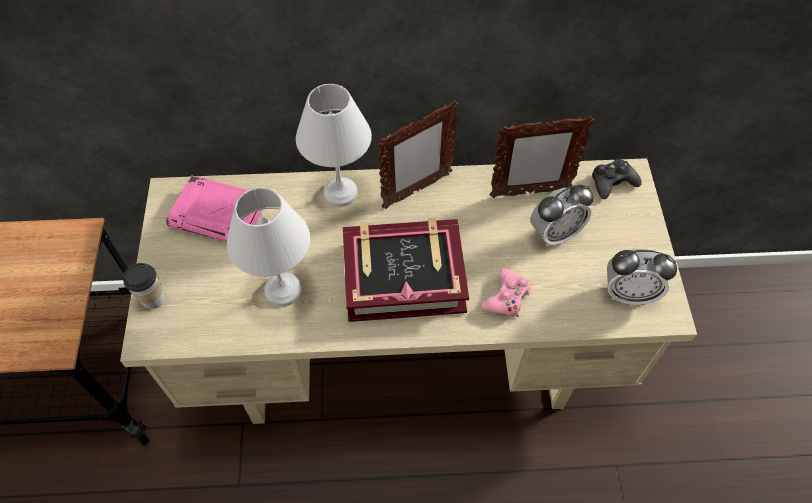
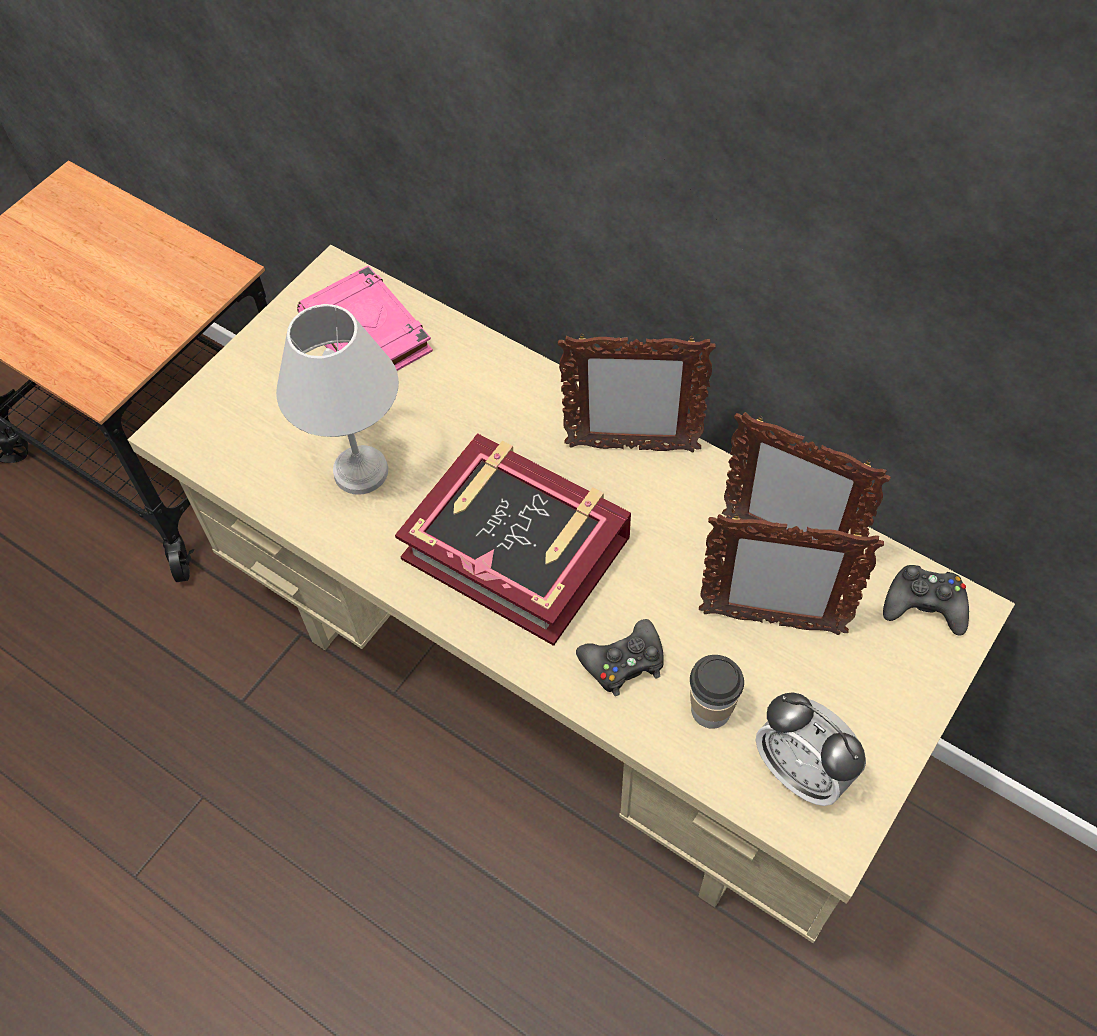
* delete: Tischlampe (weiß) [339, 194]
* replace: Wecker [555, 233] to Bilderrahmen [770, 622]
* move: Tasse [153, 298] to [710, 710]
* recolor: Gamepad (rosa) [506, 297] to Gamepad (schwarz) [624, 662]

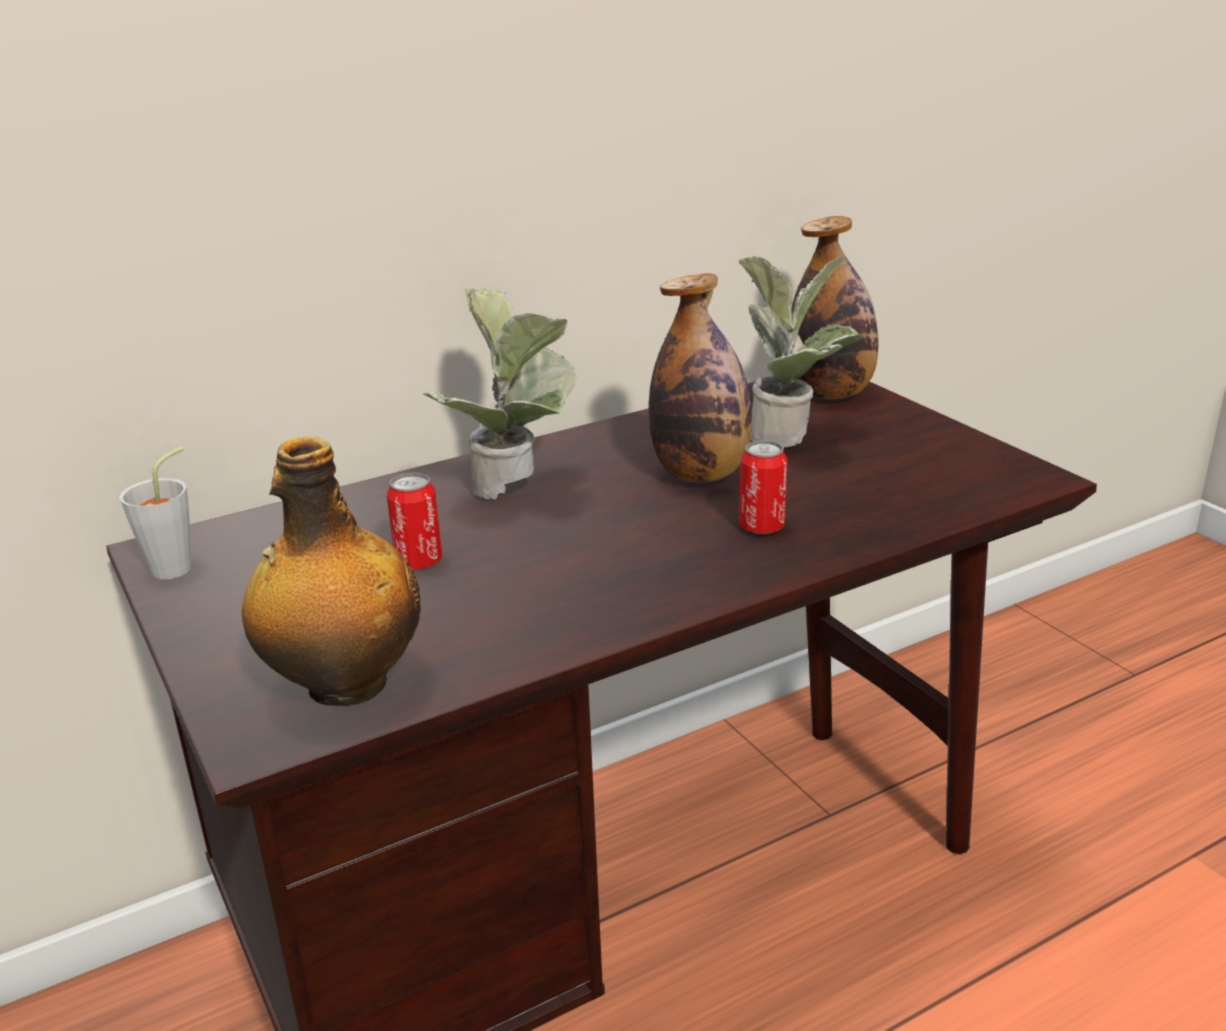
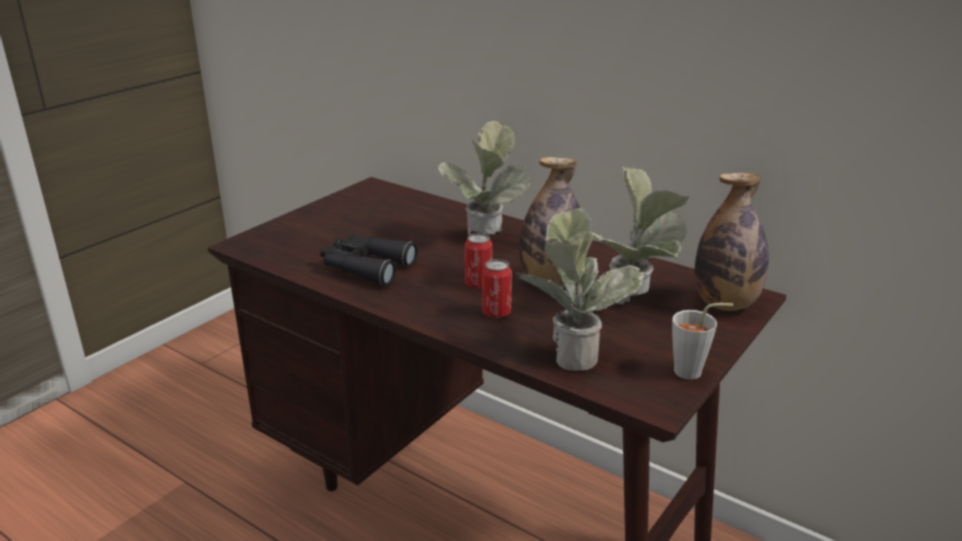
* delete: Flasche [344, 686]
* move: Tasse (grau) [178, 565] to [694, 372]
* move: Dose [419, 562] to [478, 284]
* insert: Topfpflanze [572, 352]
* insert: Fernglas (schwarz) [365, 267]

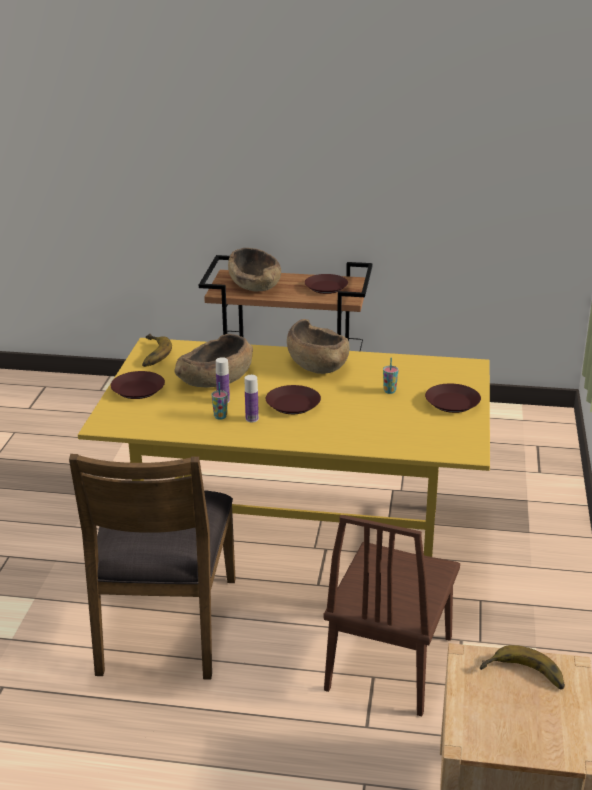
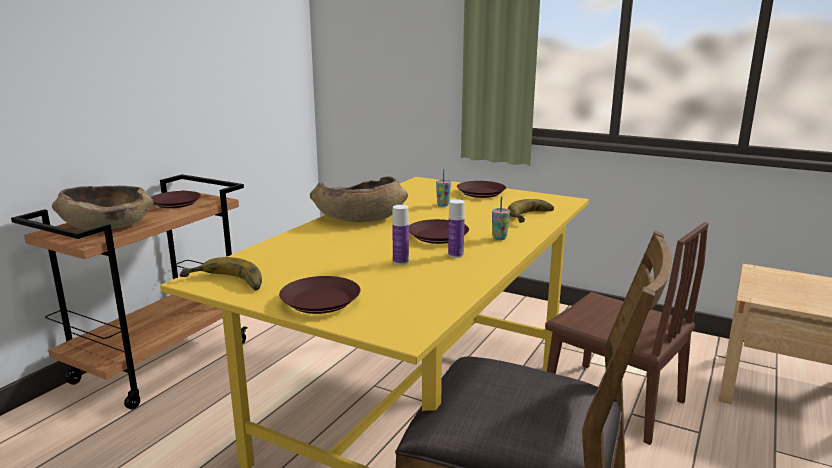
* delete: Schüssel (braun) [215, 379]
* move: Tasse [220, 417] to [499, 238]
* move: Banane [523, 677] to [534, 216]

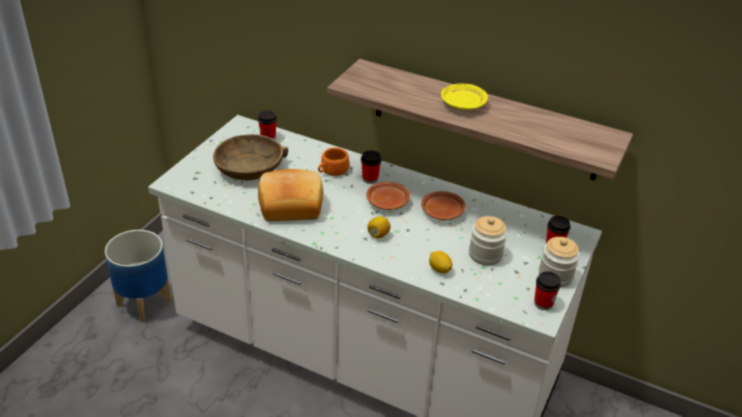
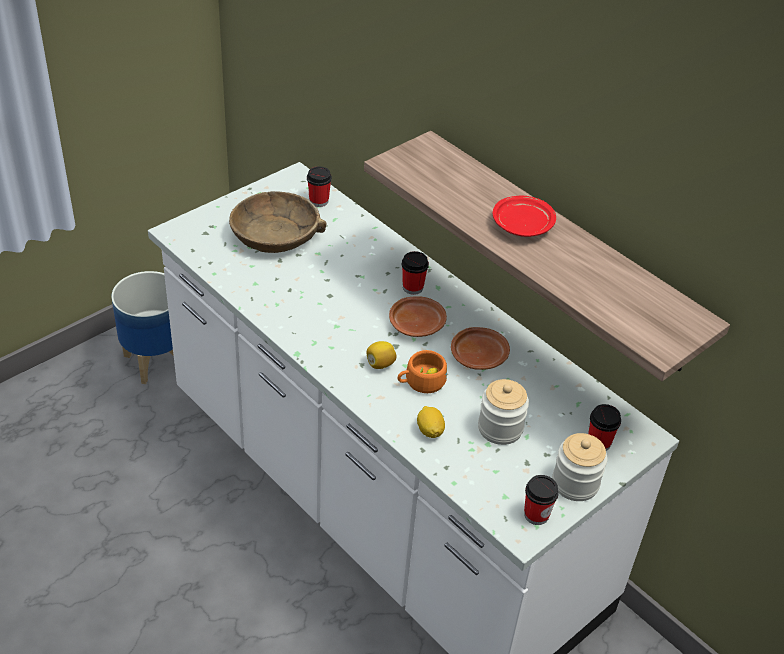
* recolor: Teller (gelb) [463, 104] to Teller (rot) [522, 225]
* move: Tasse (orange) [332, 170] to [420, 382]
* delete: Brot [291, 205]

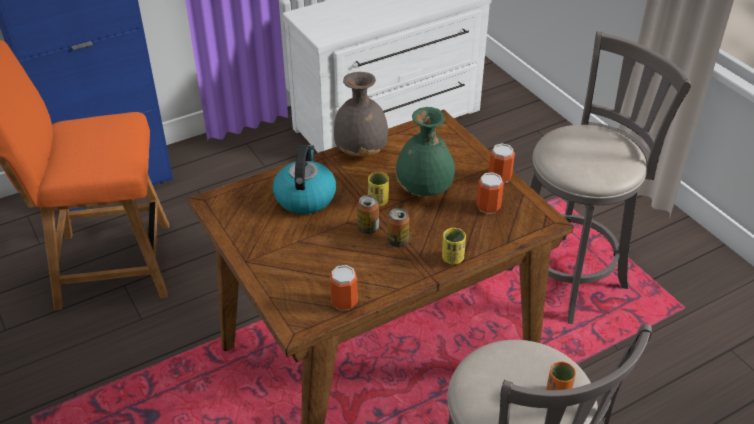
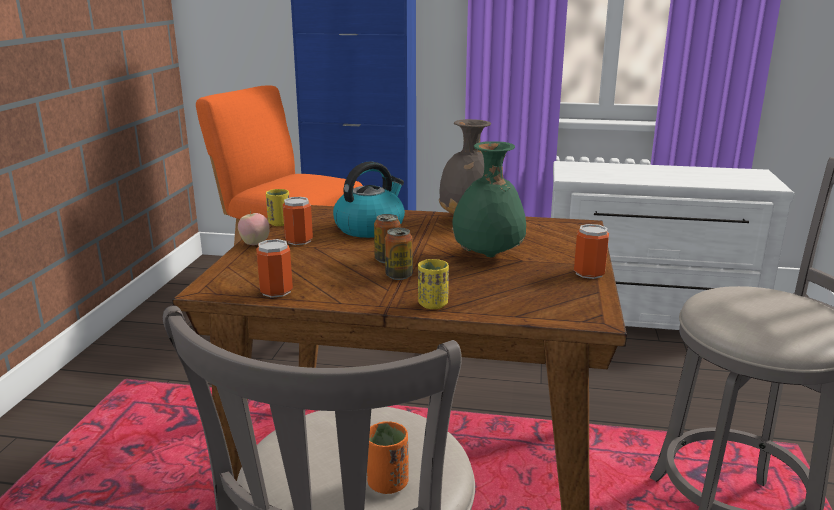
* move: Tasse (gelb) [378, 201] to [279, 223]
* move: Dose [488, 207] to [299, 240]
* insert: Apfel [255, 244]

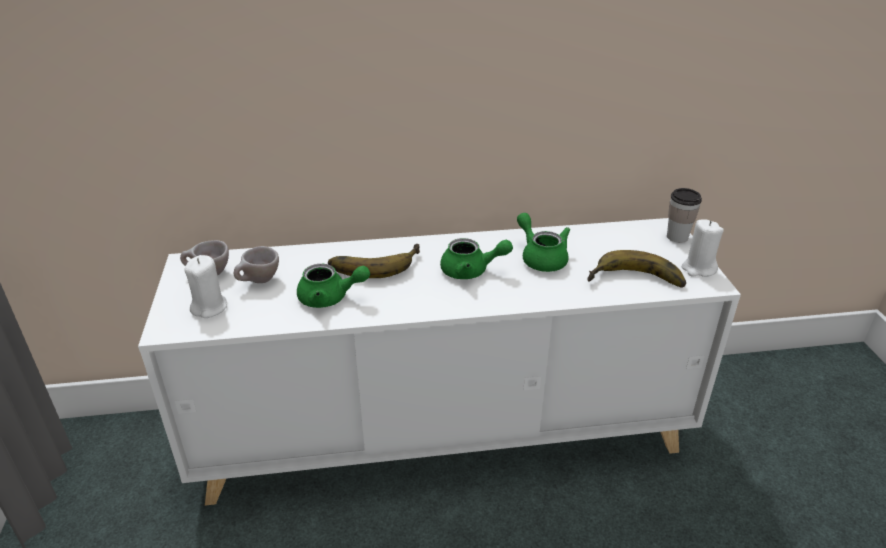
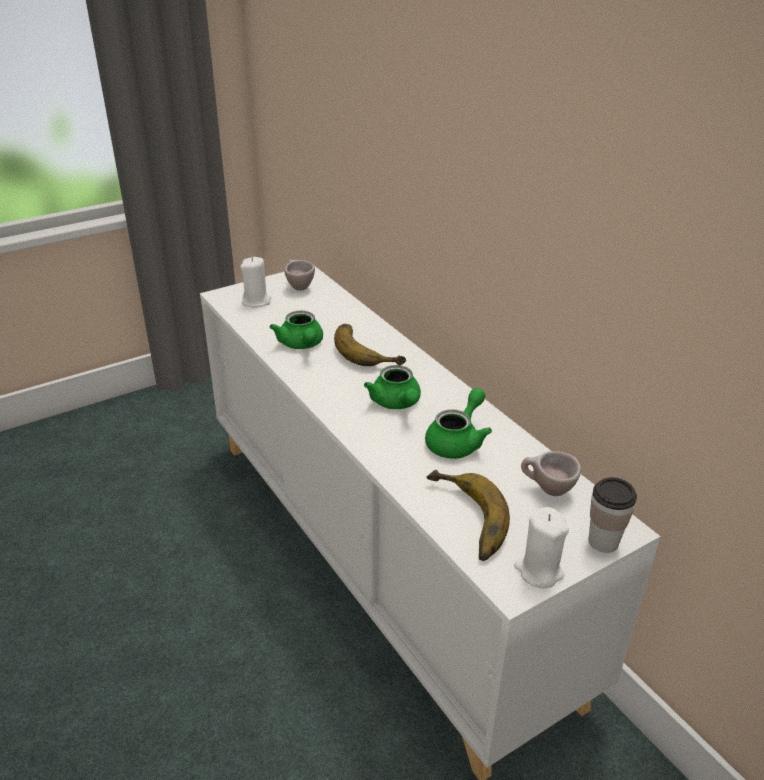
* move: Tasse (beige) [258, 282] to [546, 490]

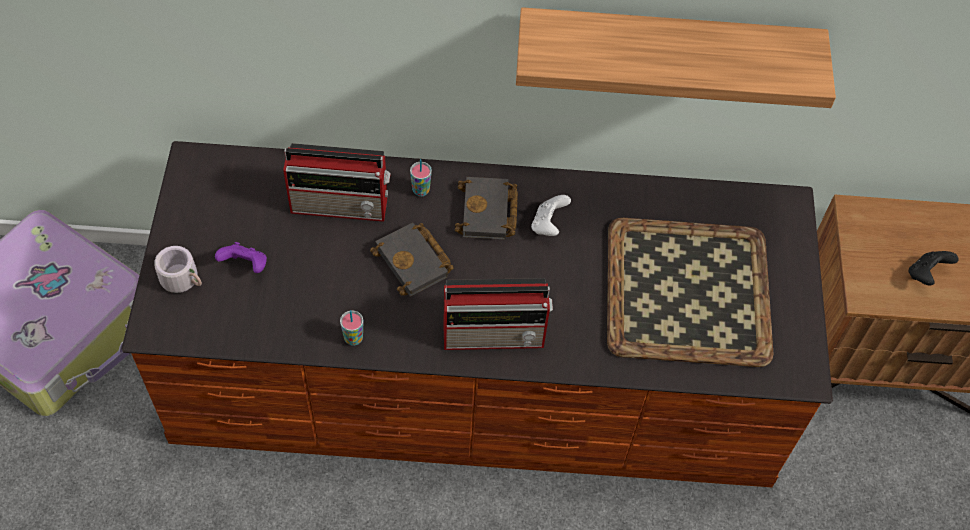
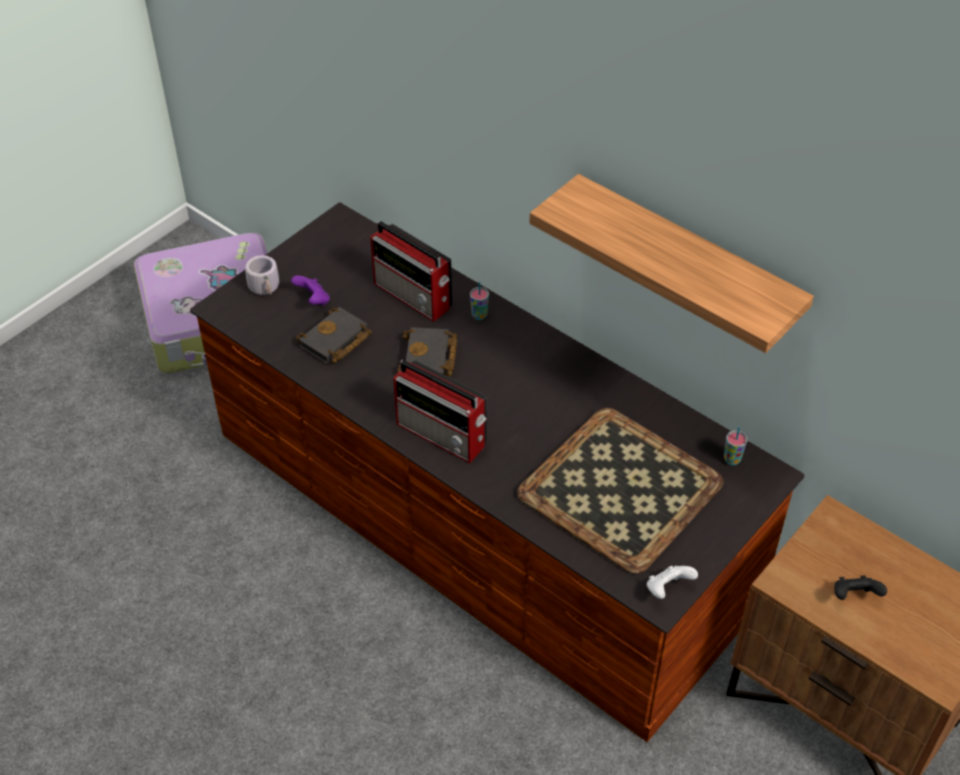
* move: Buch (schwarz) [488, 213] to [335, 342]
* move: Gamepad (weiß) [548, 224] to [667, 589]
* move: Tasse [353, 338] to [732, 460]

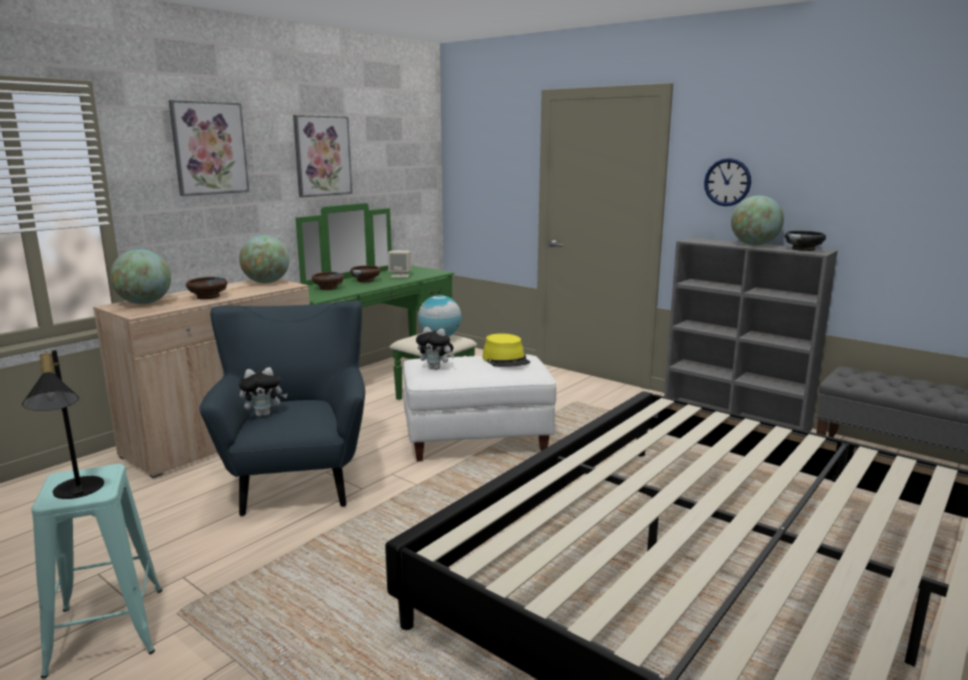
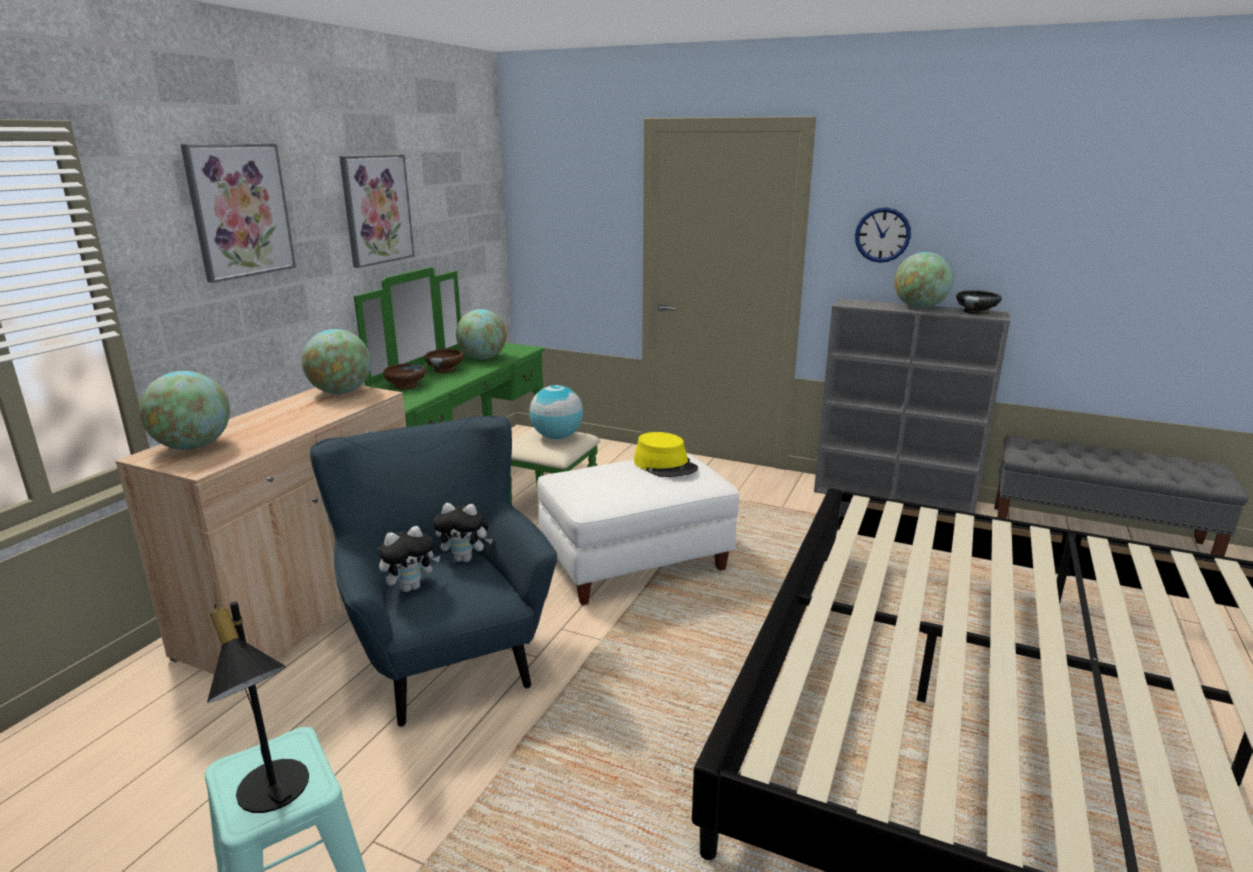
* replace: Lautsprecher (beige) [400, 276] to Globus [483, 358]
* delete: Schüssel (braun) [208, 297]
* move: Plüschtier [436, 368] to [465, 559]

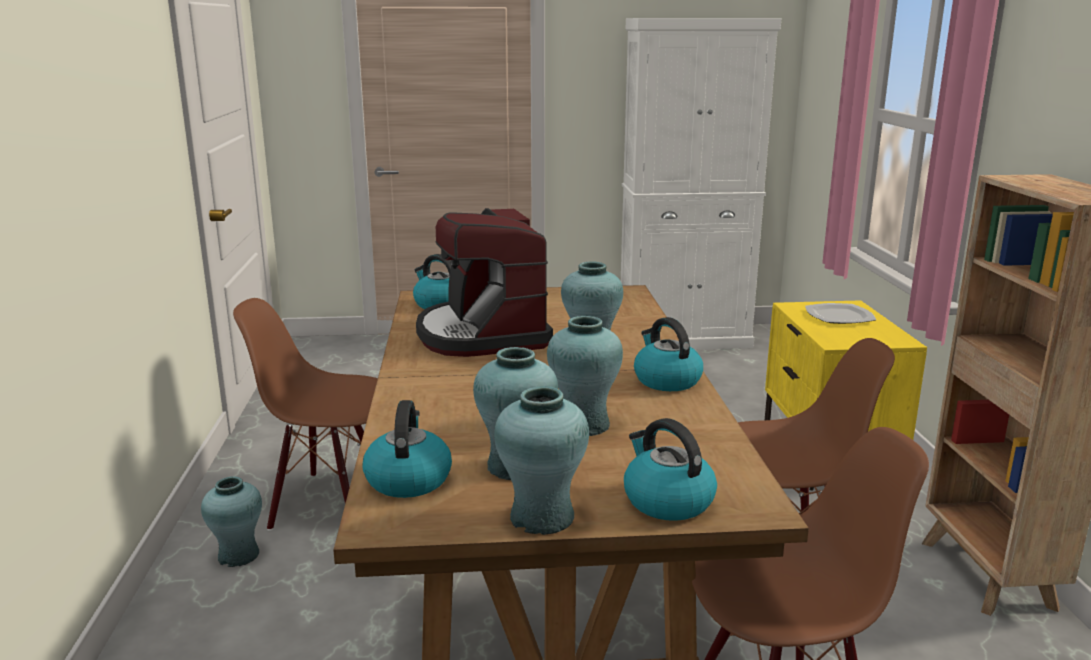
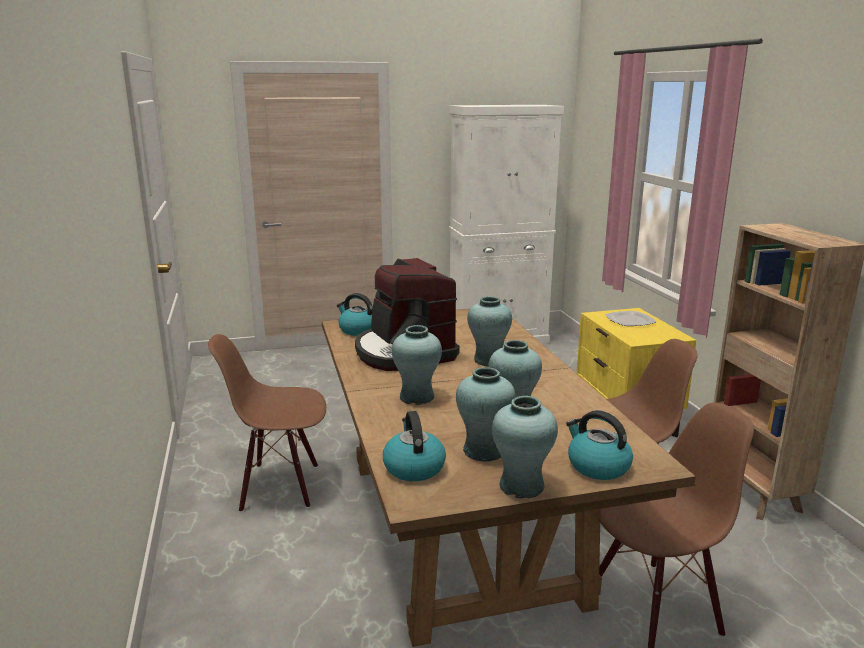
* delete: Wasserkessel [666, 380]
* move: Vase (türkis) [239, 556] to [417, 397]

